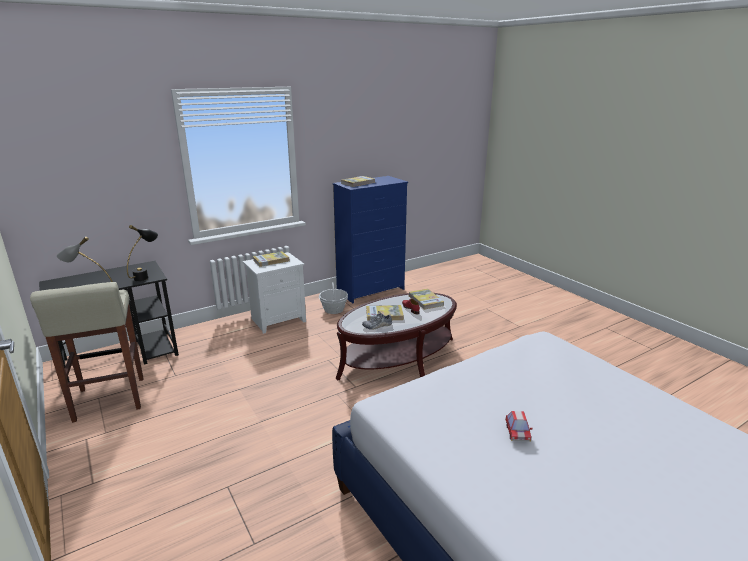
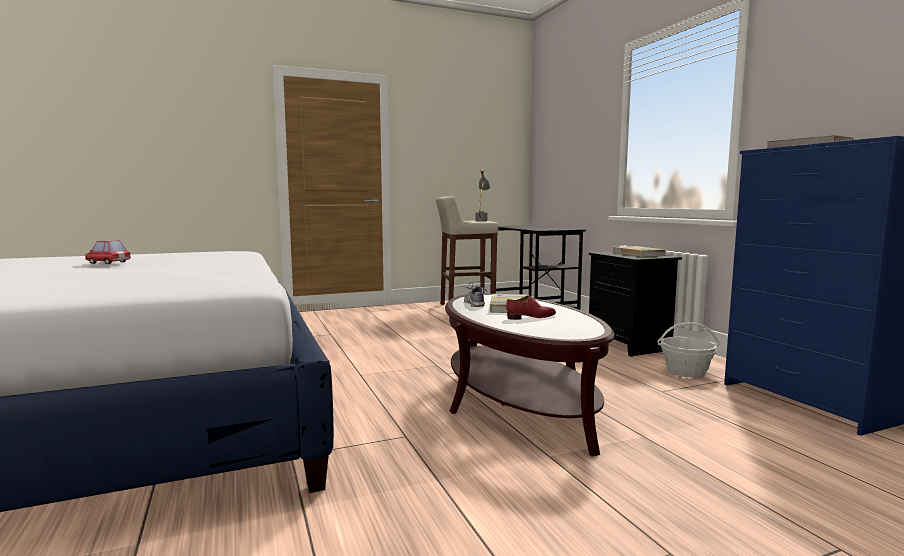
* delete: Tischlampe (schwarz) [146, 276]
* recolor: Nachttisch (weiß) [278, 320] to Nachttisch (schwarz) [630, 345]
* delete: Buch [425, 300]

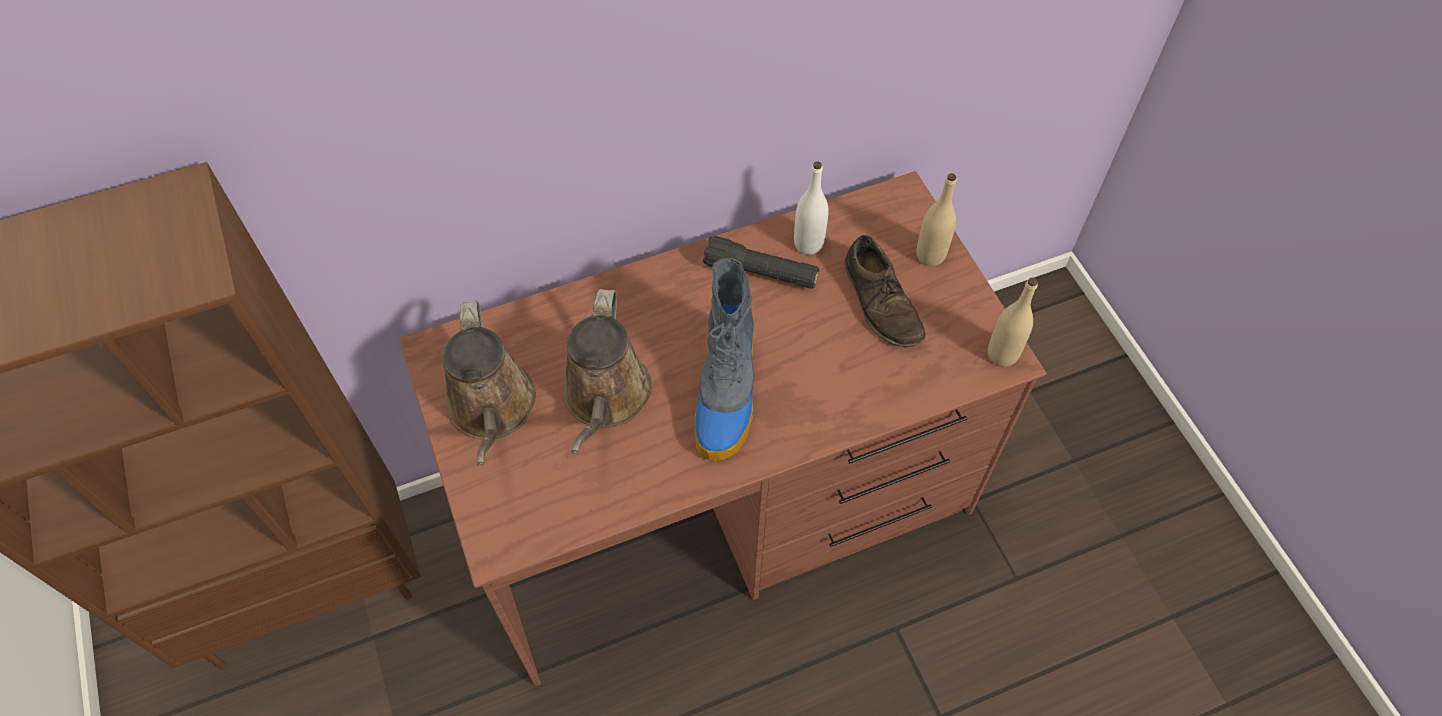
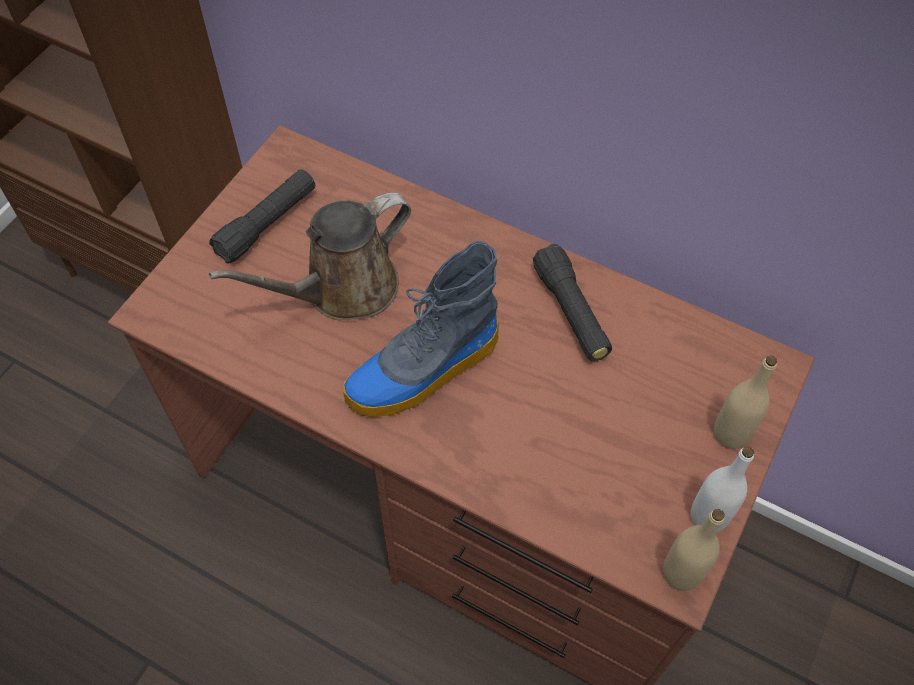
* move: Flasche (weiß) [808, 244] to [708, 516]
* delete: Schuh (braun) [882, 302]
* replace: Gießkanne (braun) [493, 410] to Taschenlampe (schwarz) [267, 224]

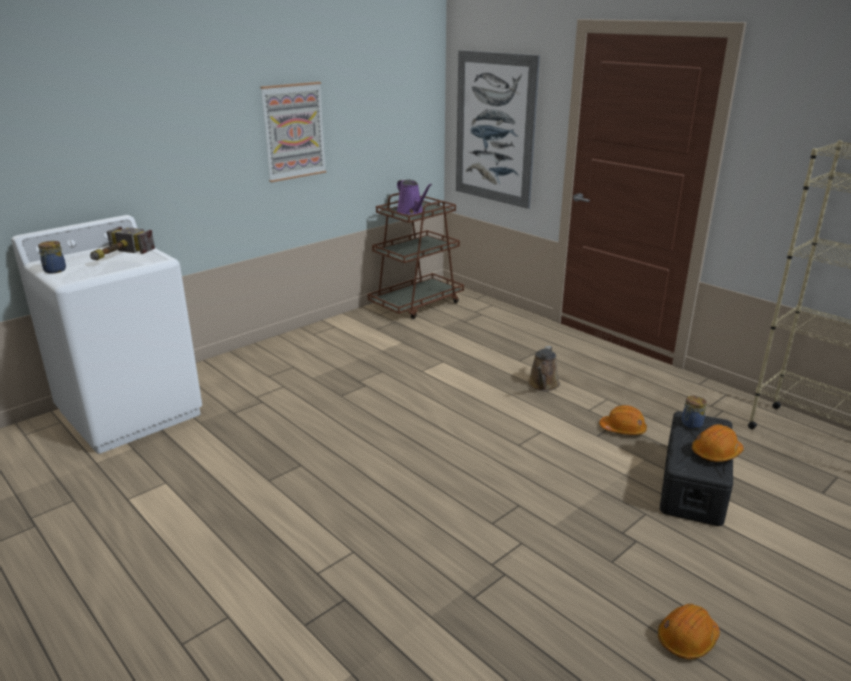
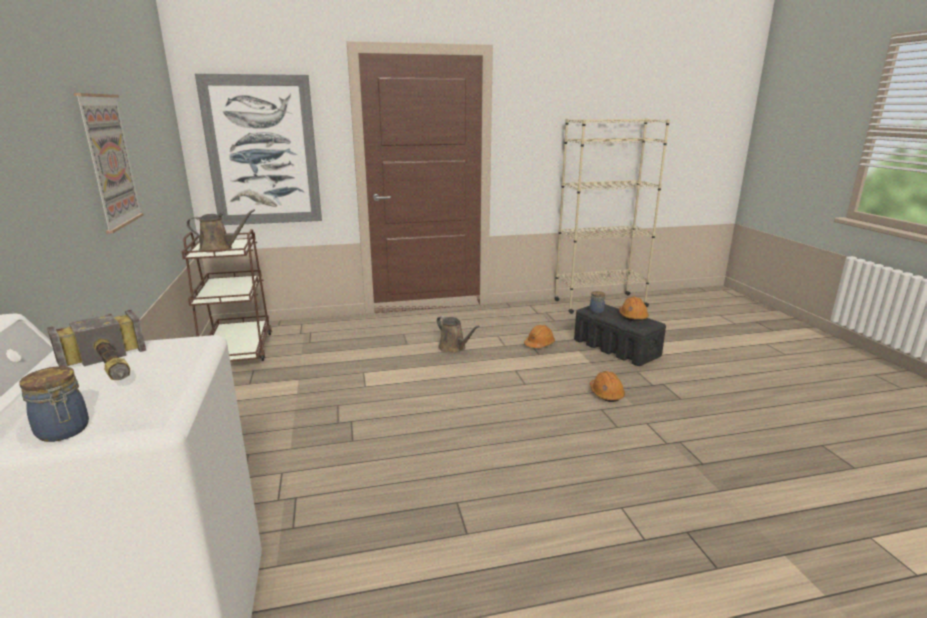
* recolor: Gießkanne (lila) [411, 211] to Gießkanne (braun) [219, 248]
* move: Schutzhelm (orange) [687, 639] to [606, 393]

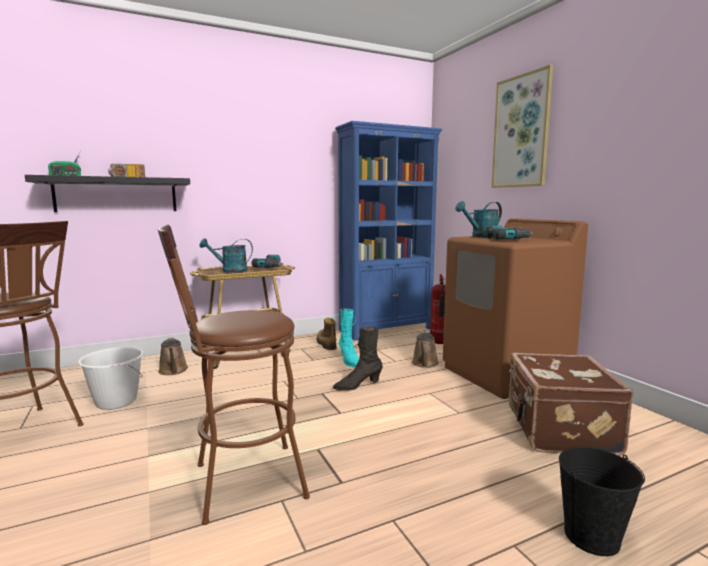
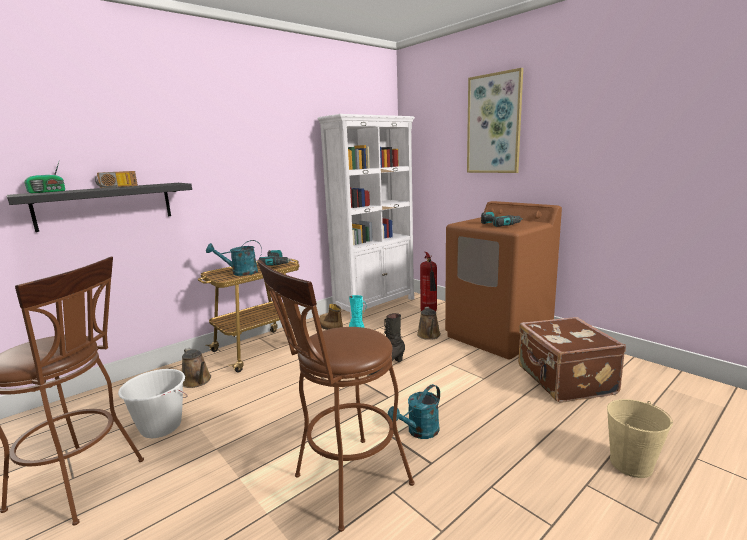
* recolor: Bücherregal (blau) [386, 329] to Bücherregal (weiß) [375, 305]
* move: Gießkanne (türkis) [481, 237] to [419, 432]
* recolor: Eimer (schwarz) [591, 536] to Eimer (beige) [630, 464]

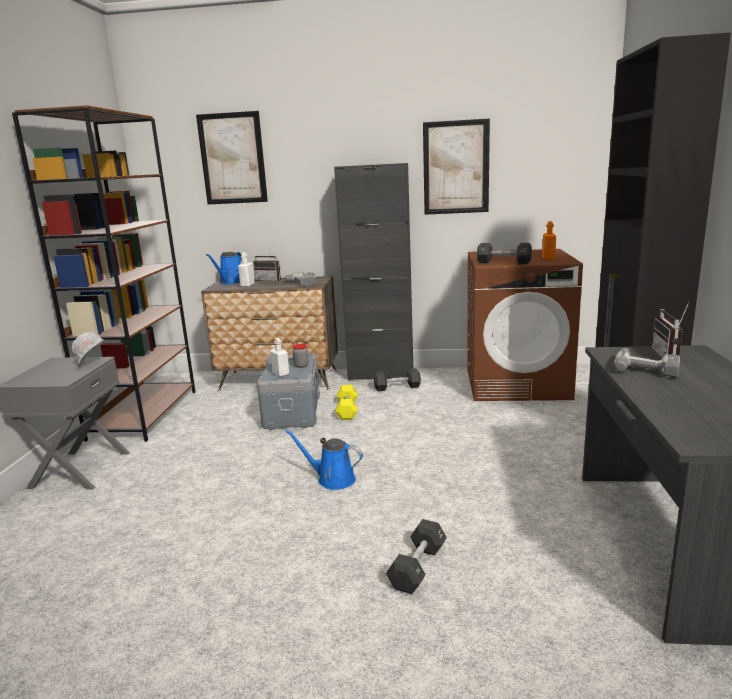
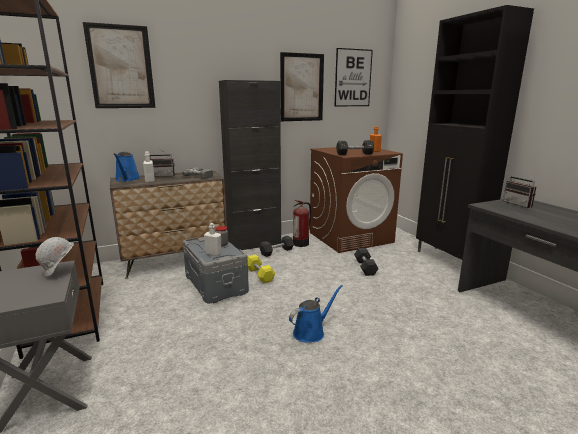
* delete: Bohrmaschine [645, 367]
* rotate: Gießkanne (blau) [332, 479] = [311, 332] 150 degrees clockwise
* move: Hantel (schwarz) [417, 567] to [365, 267]
* insert: Bild [353, 78]
* insert: Feuerlöscher [301, 243]

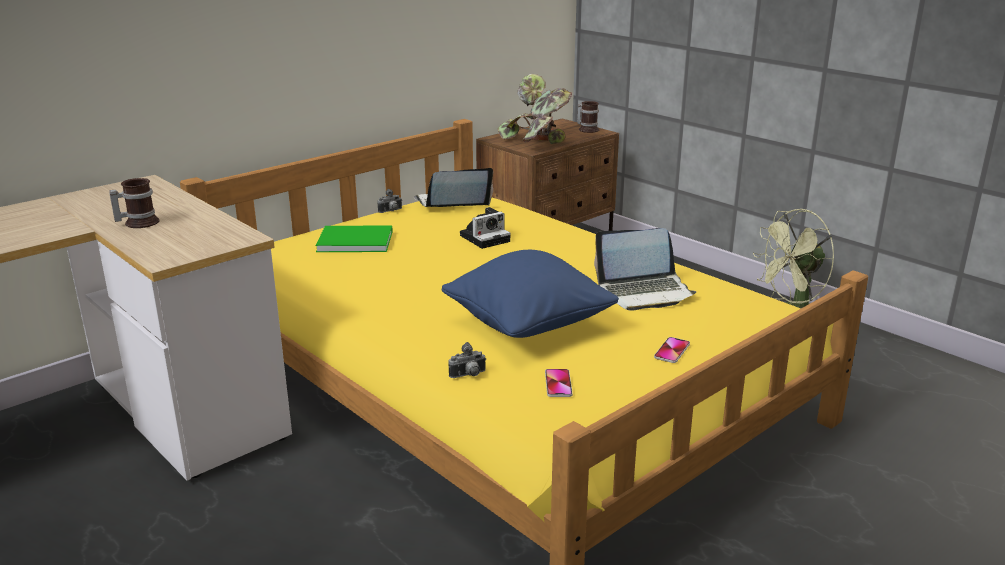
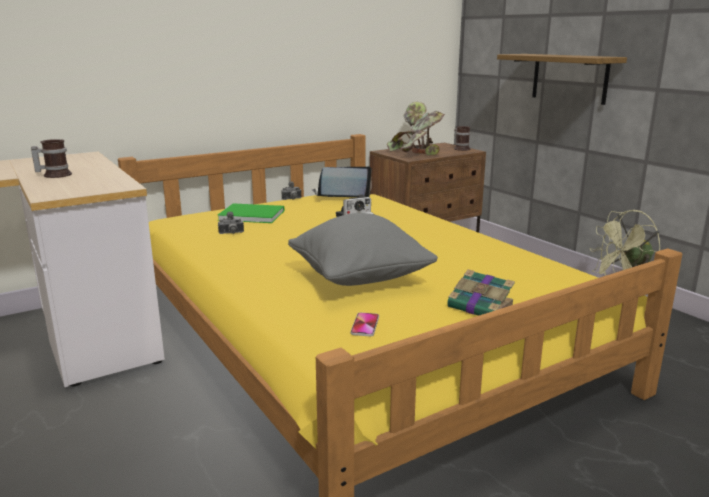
* delete: Laptop [644, 292]
* recolor: Kissen (blau) [528, 327] to Kissen (grau) [360, 280]
* replace: Handy [672, 351] to Buch [482, 307]
* move: Kamera [468, 375] to [231, 233]
* insert: Wandregal [569, 78]

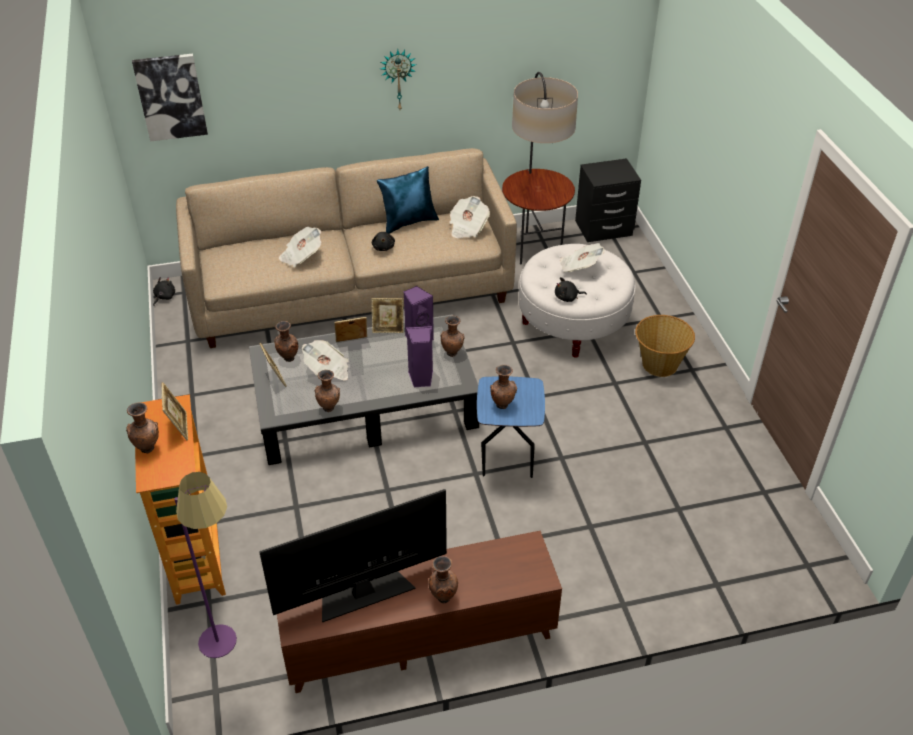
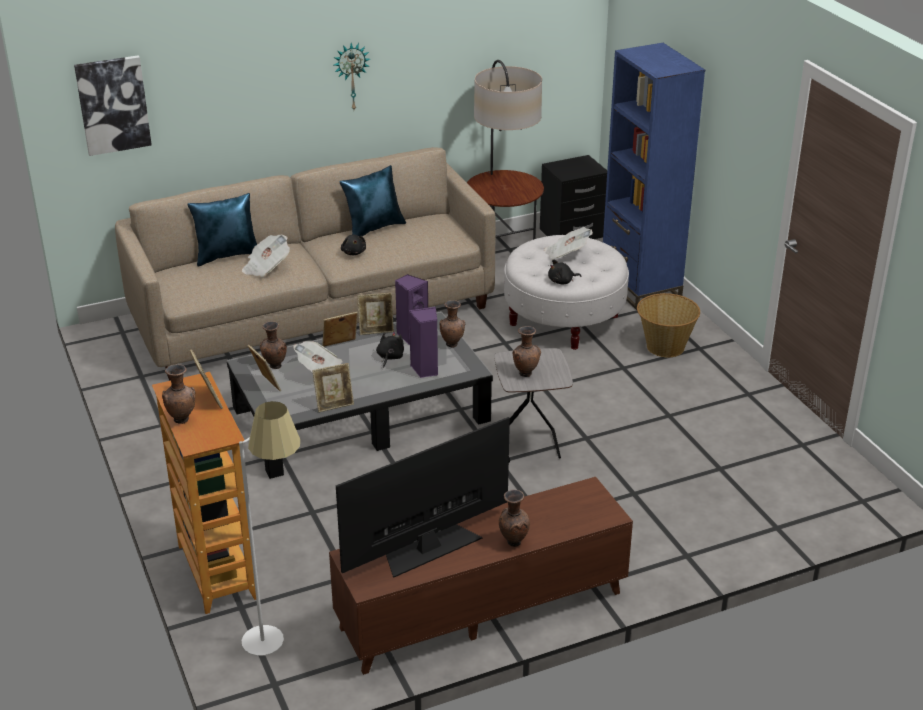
* delete: Zeitung [467, 227]
* move: Plüschtier (schwarz) [164, 297] to [390, 357]
* replace: Vase (braun) [329, 408] to Bilderrahmen [334, 404]
* recolor: Beistelltisch (blau) [508, 461] to Beistelltisch (grau) [530, 447]
* recolor: Stehlampe (lila) [231, 649] to Stehlampe (weiß) [280, 645]
* insert: Bücherregal (blau) [640, 287]
* insert: Kissen (blau) [227, 256]

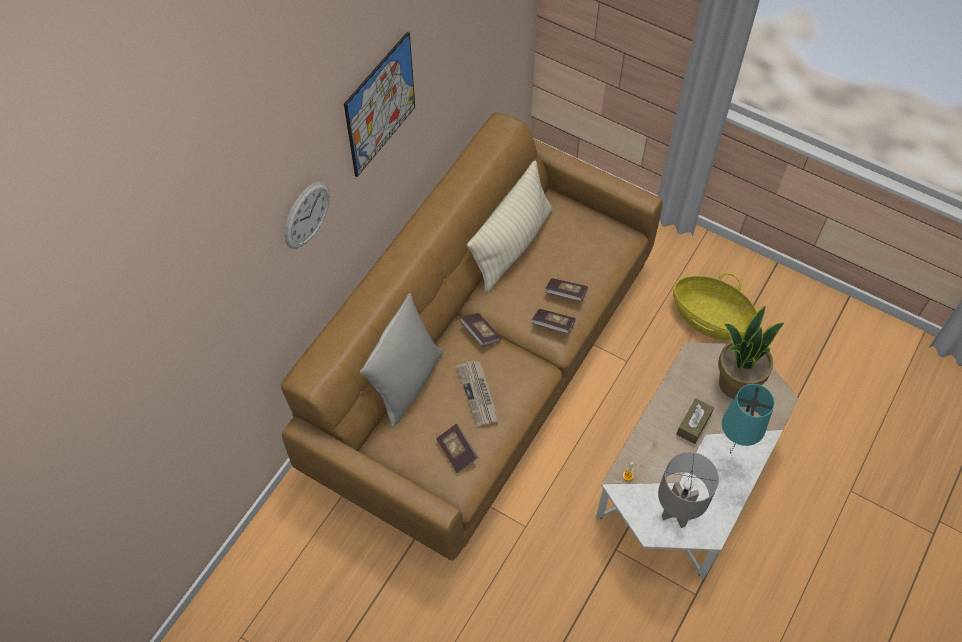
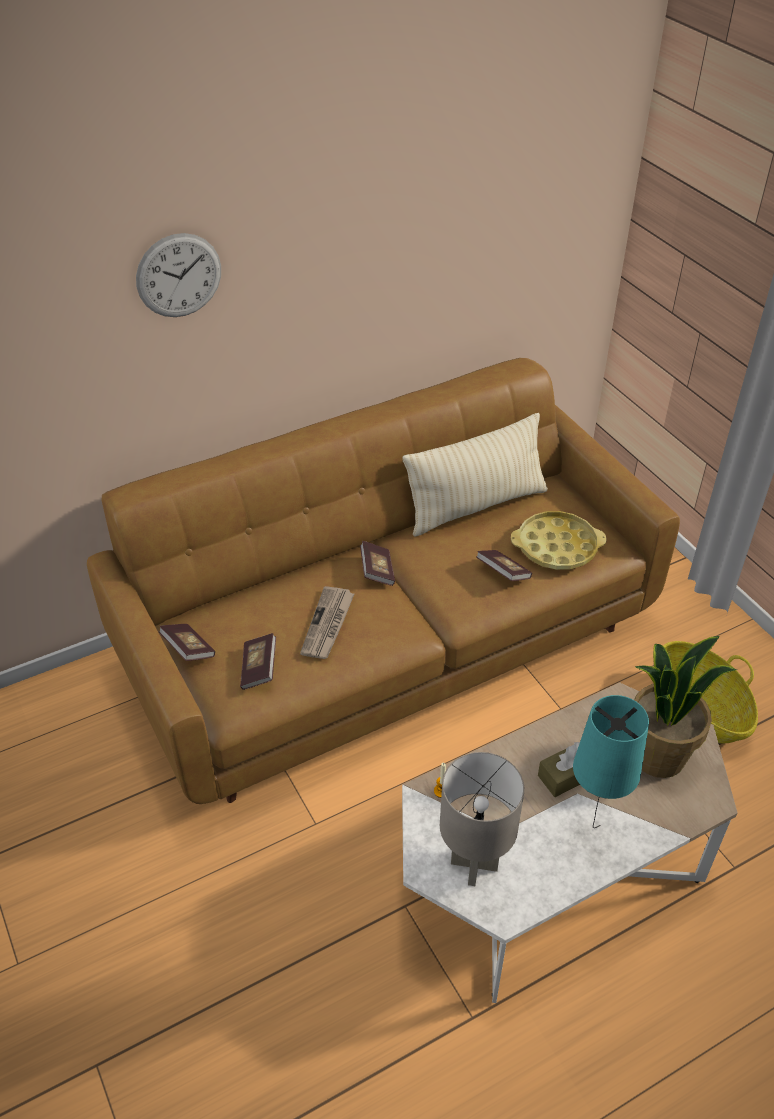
* delete: Bild [380, 105]
* delete: Kissen (grau) [405, 383]
* move: Buch [553, 325] to [188, 649]
* insert: Tablett (gelb) [557, 546]

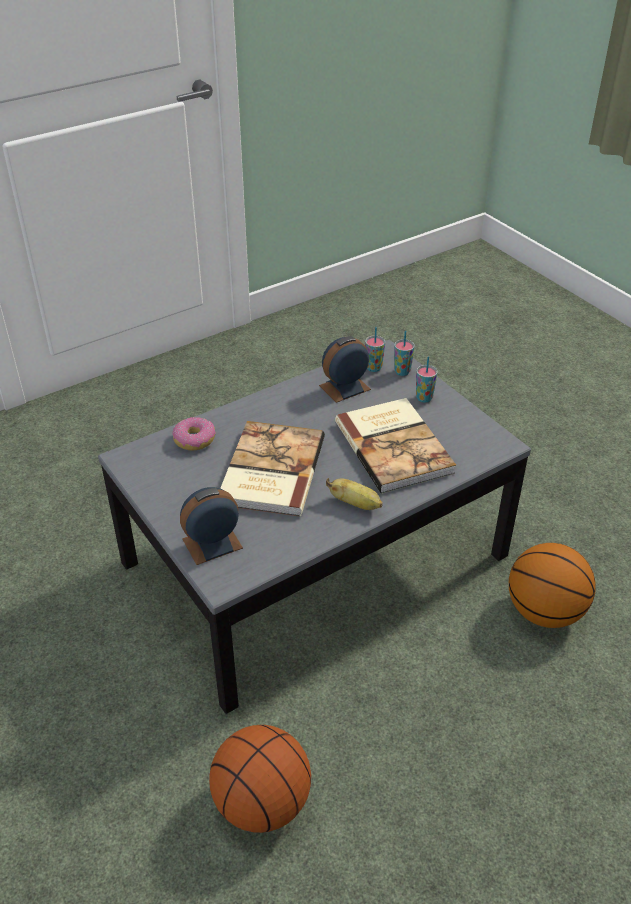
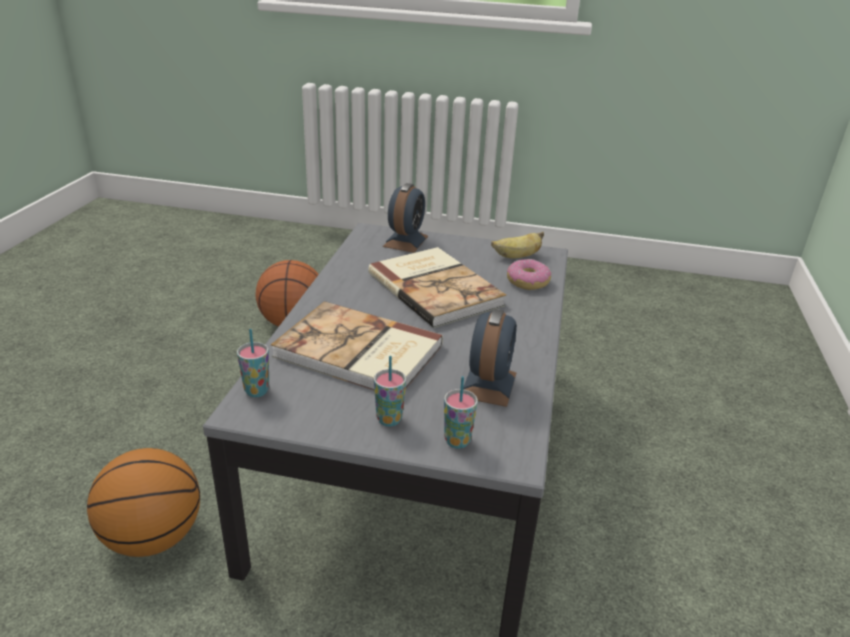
* move: Tasse [373, 368] to [257, 391]
* move: Banane [355, 504] to [517, 257]

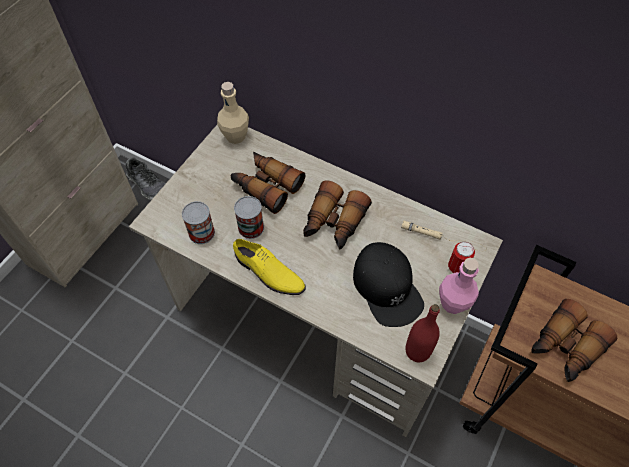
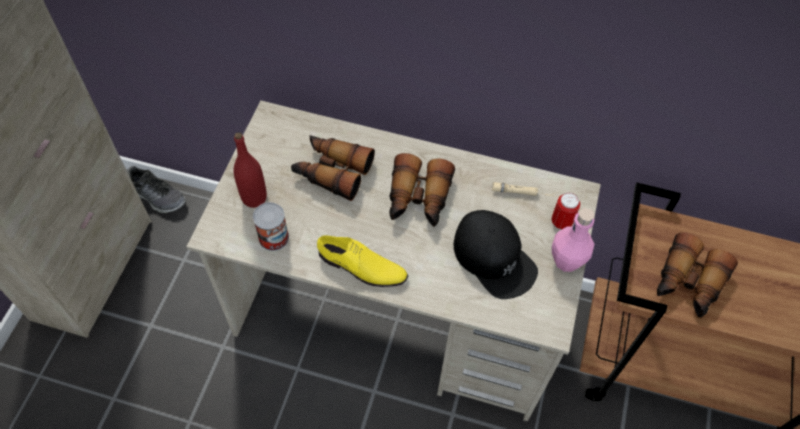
* delete: Flasche (beige) [235, 136]
* delete: Dose [251, 227]
* move: Flasche (rot) [417, 351] to [254, 198]

